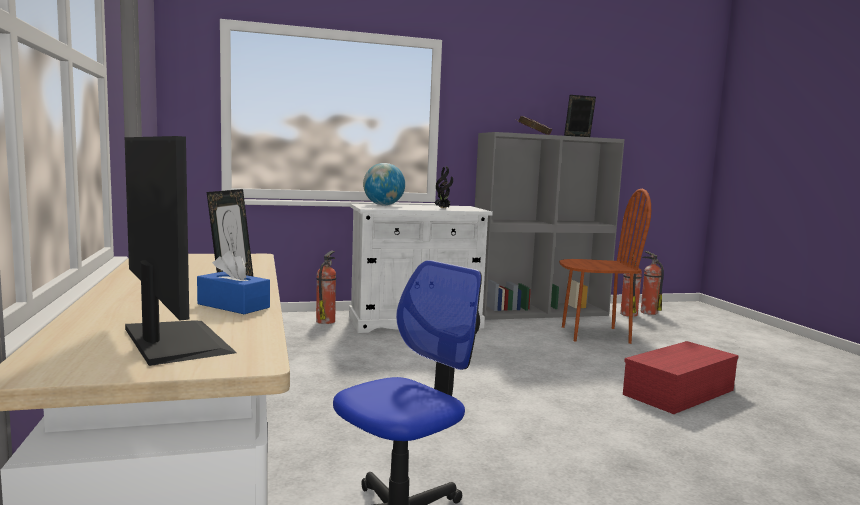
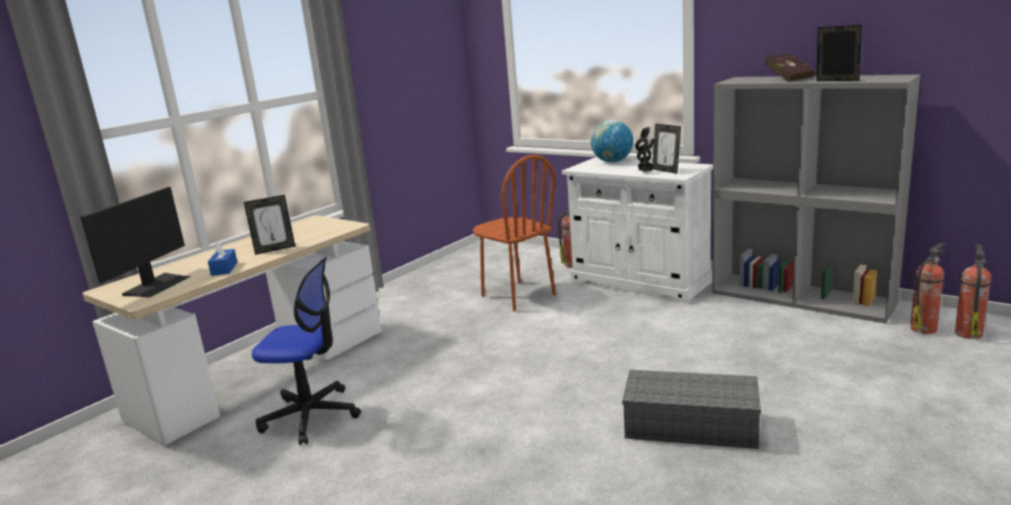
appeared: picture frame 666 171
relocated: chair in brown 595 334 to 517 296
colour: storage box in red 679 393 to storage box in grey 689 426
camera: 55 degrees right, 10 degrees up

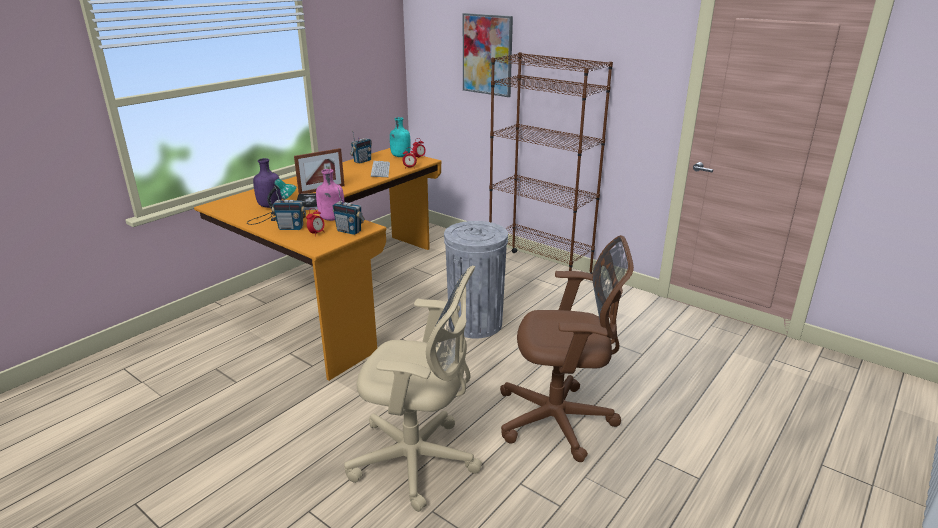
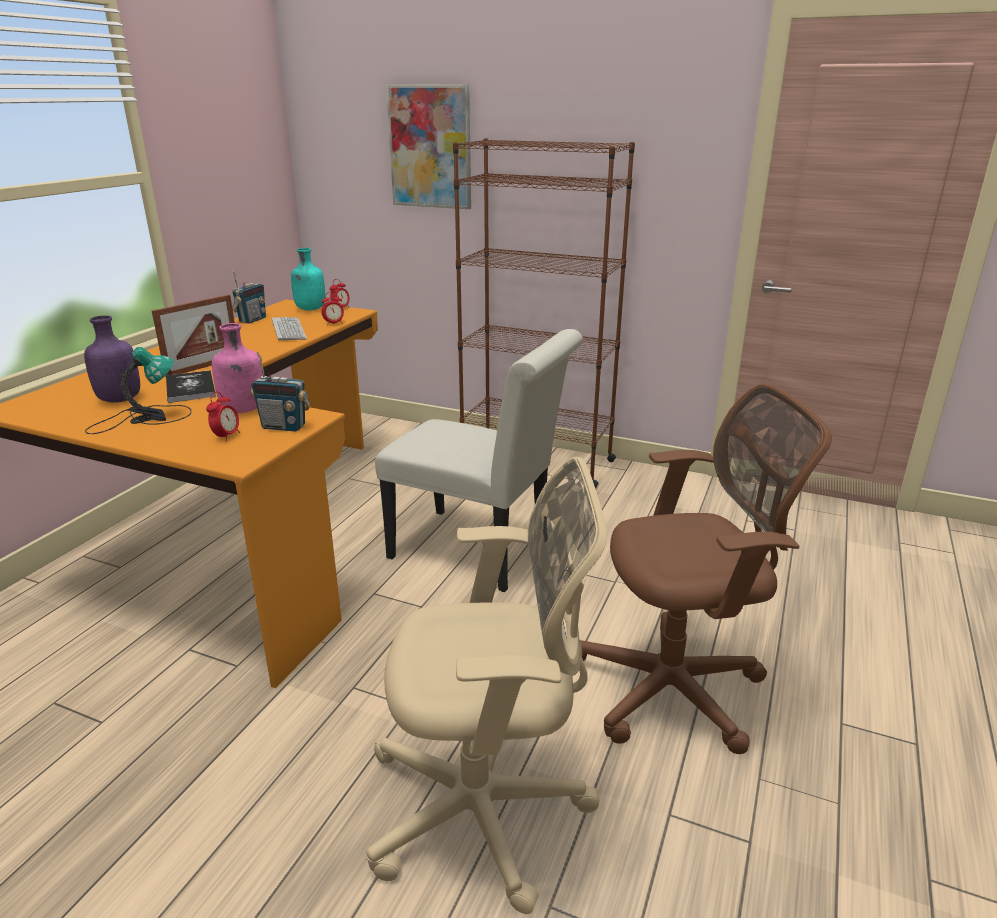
missing: radio 291 228
exchanged: trash can in grey 475 324 to chair in white 479 552
camera: 15 degrees left, 0 degrees up

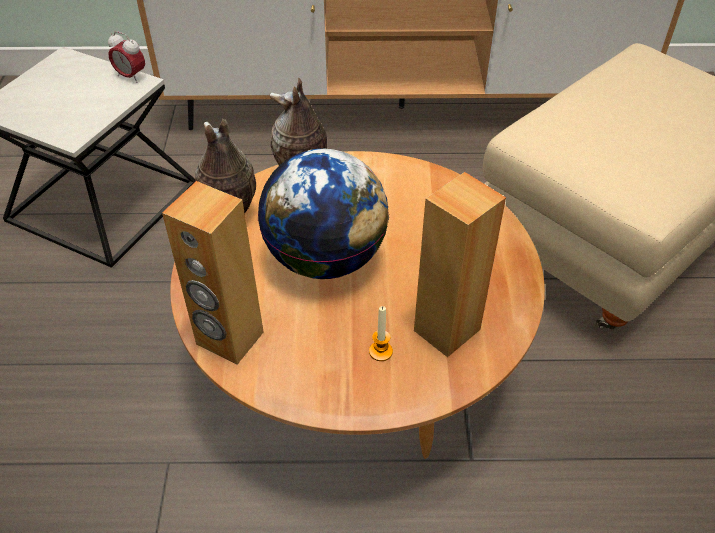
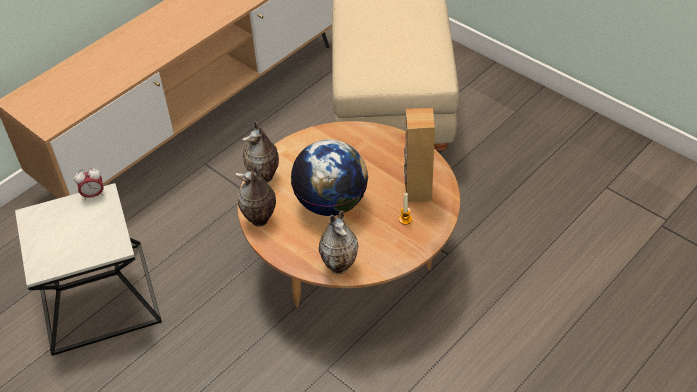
exchanged: speaker in brown 229 339 to vase 340 265
camera: 45 degrees left, 0 degrees up

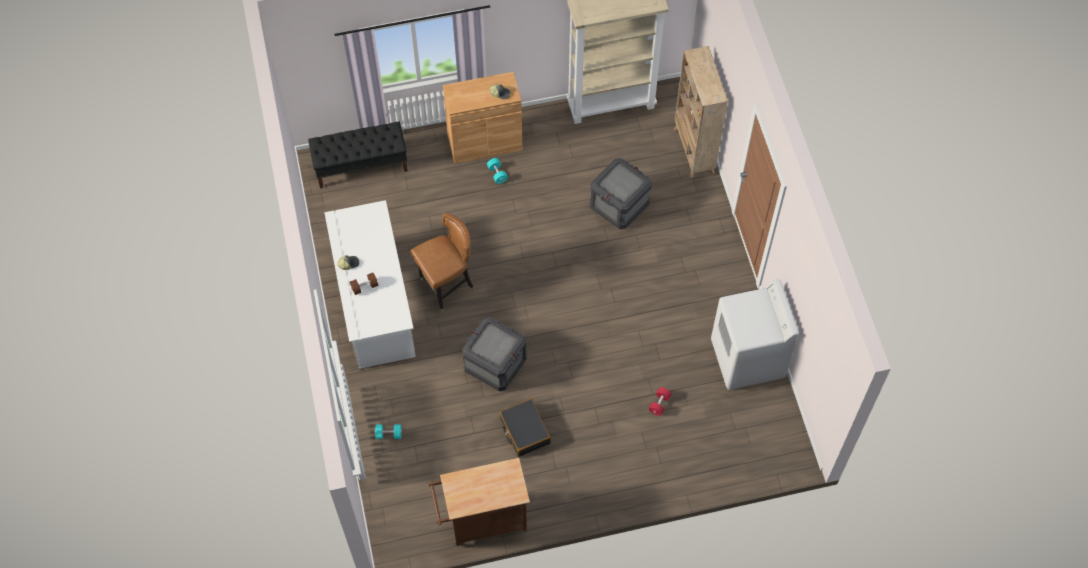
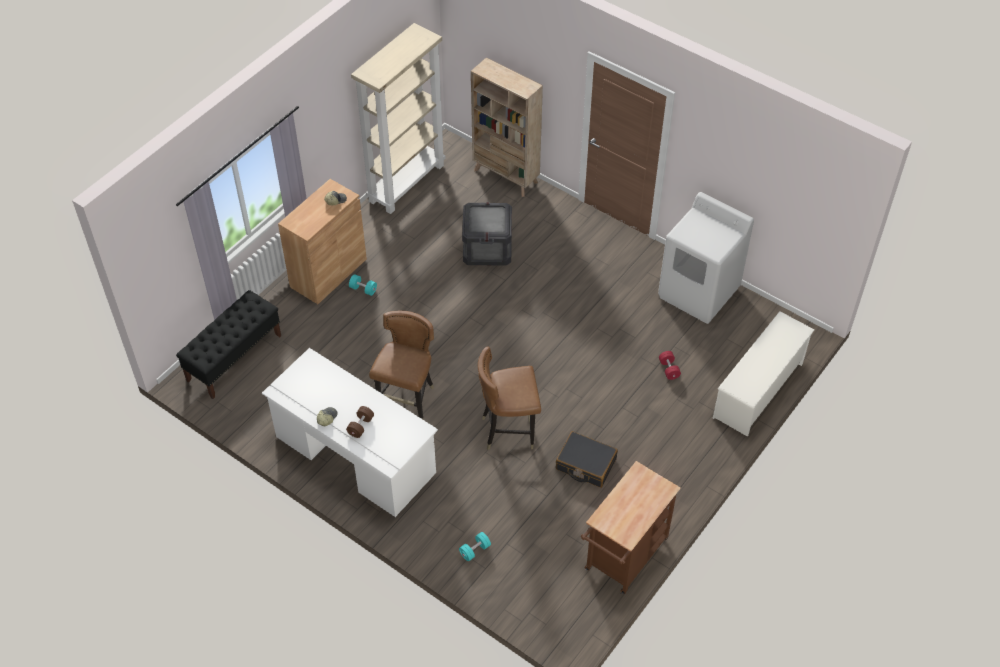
appeared: shoe rack in white 758 390
exchanged: crate 495 363 to chair in brown 508 430
camera: 40 degrees left, 10 degrees down

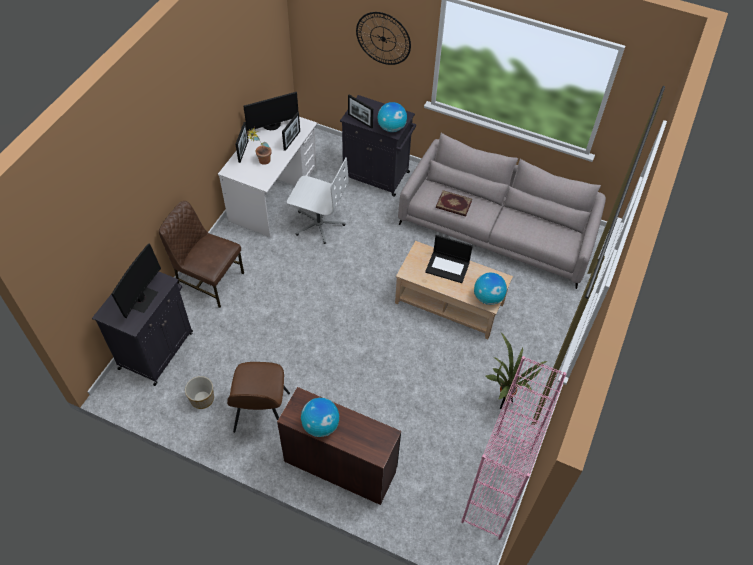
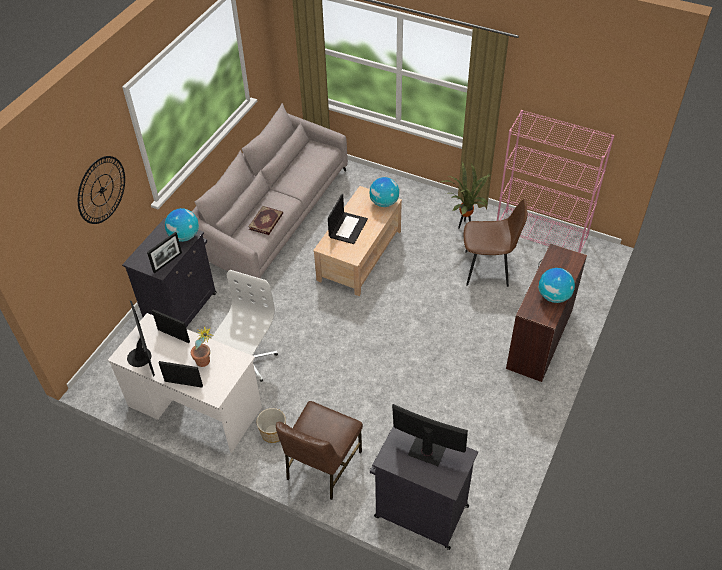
relocated: planter 202 398 to 273 433; chair in brown 261 414 to 488 269
camera: 85 degrees left, 5 degrees down

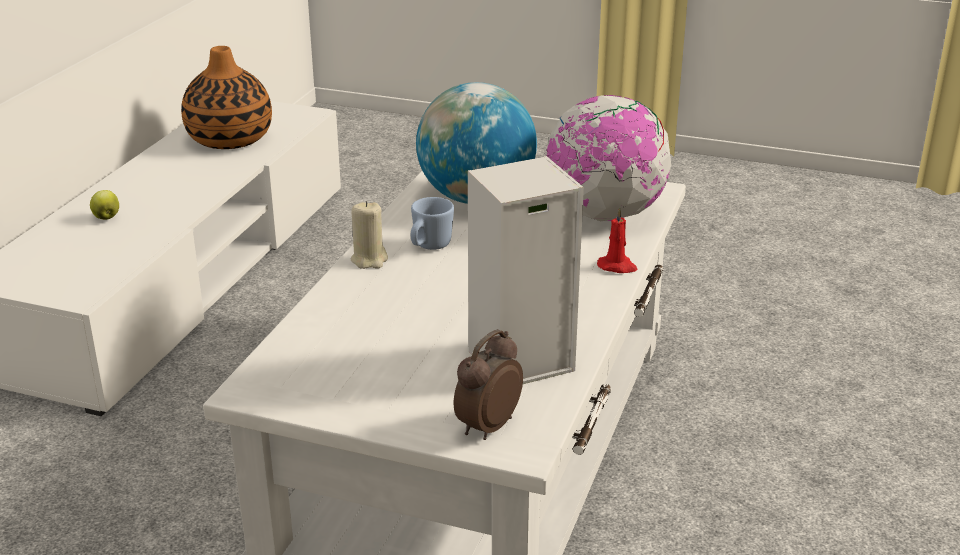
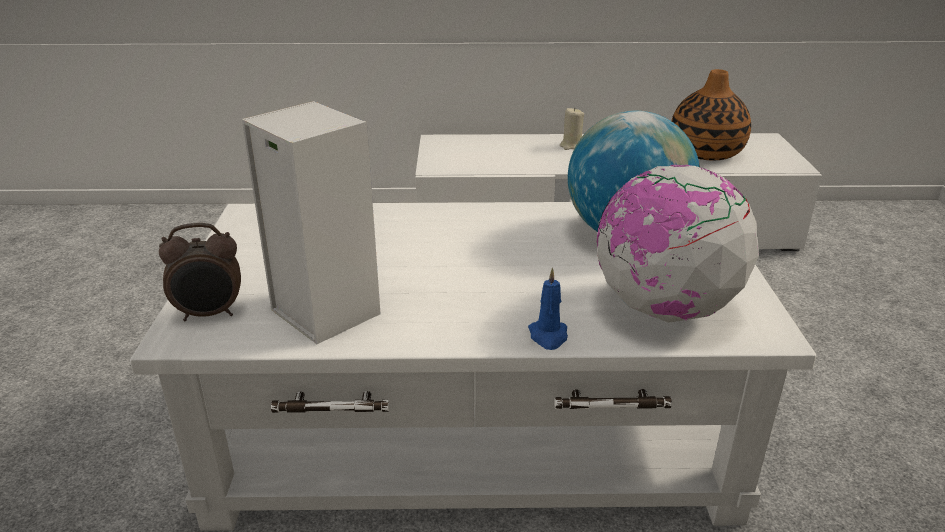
missing: apple 106 217; mug in blue 429 247
relocated: candle in beige 369 260 to 571 146
colour: candle in red 617 266 to candle in blue 548 336
spun: alarm clock 486 426 = 210 314 150 degrees clockwise
camera: 70 degrees right, 0 degrees up

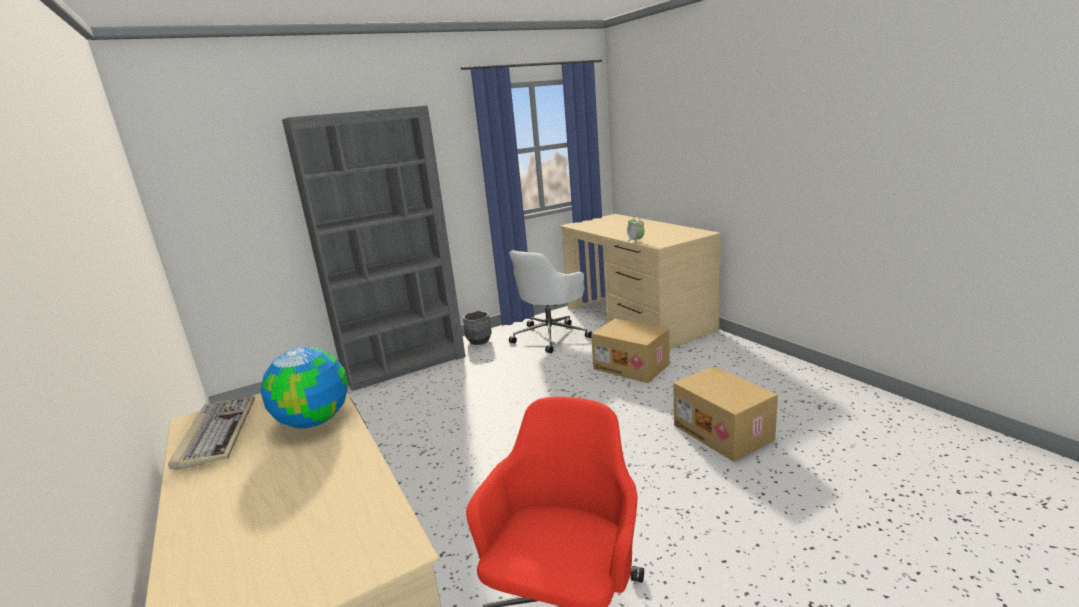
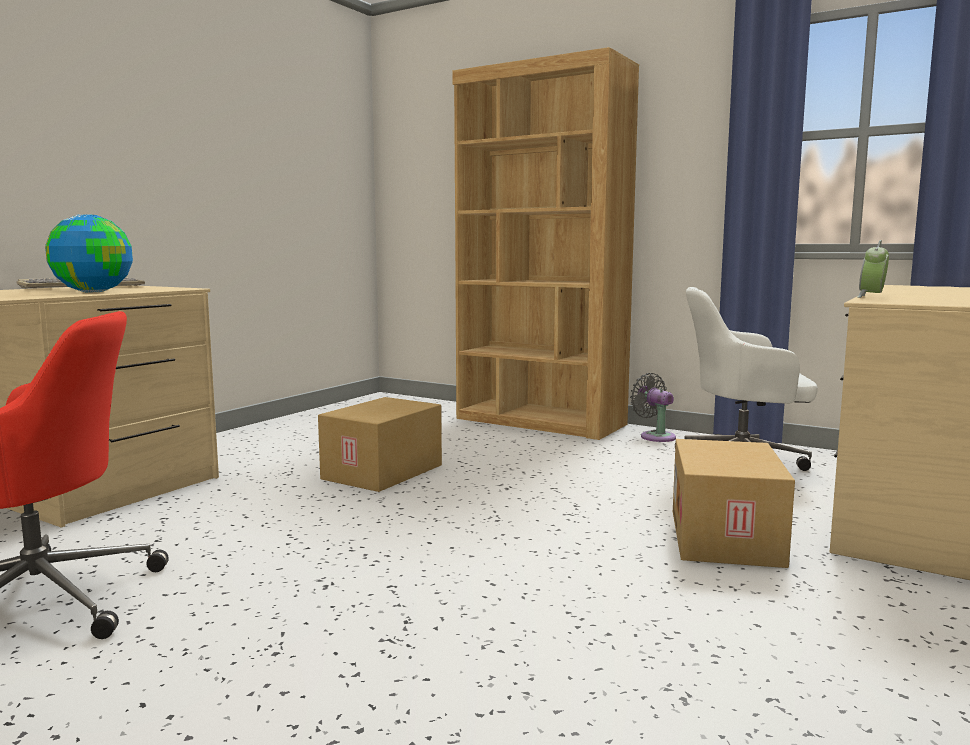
relocated: cardboard box 724 432 to 383 472
exchanged: planter in grey 479 341 to fan in grey 655 436
colour: bookcase in grey 404 364 to bookcase in brown 540 422
camera: 60 degrees right, 10 degrees down

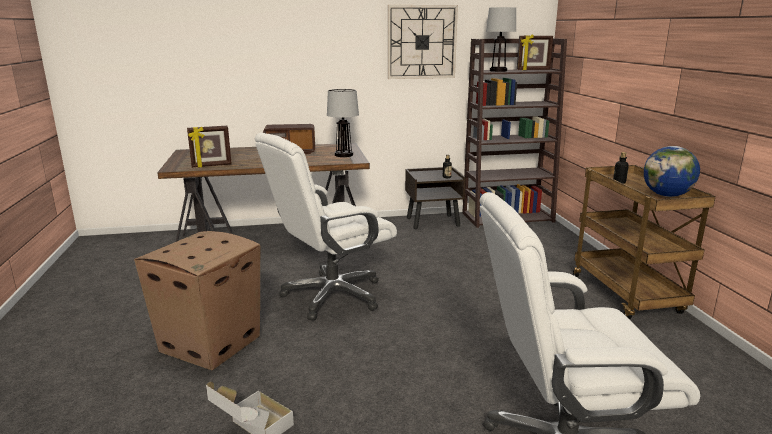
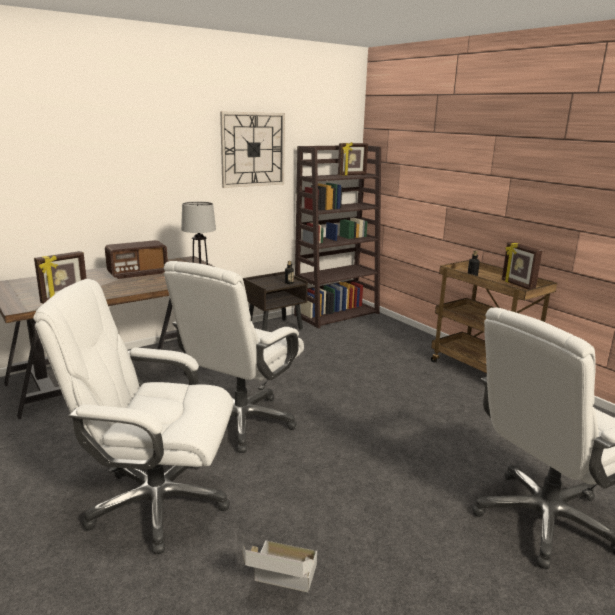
missing: table lamp 498 71
exchanged: cardboard box 211 343 to office chair in white 156 504; globe 666 195 to picture frame 517 285
camera: 25 degrees left, 0 degrees up

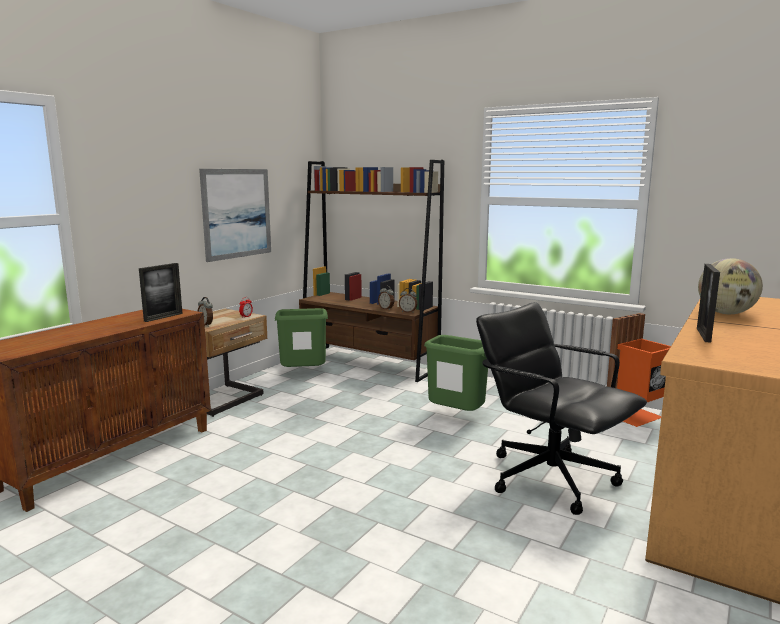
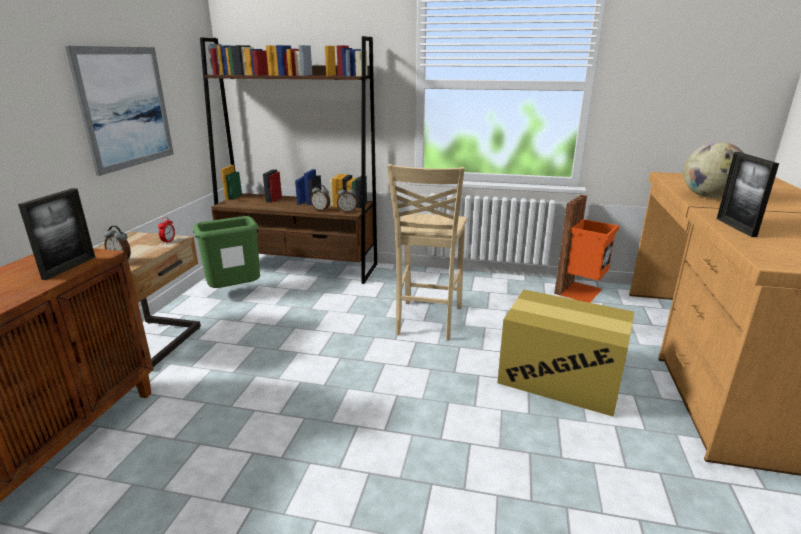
exchanged: trash can in green 455 417 to chair in beige 427 321; office chair in black 550 478 to cardboard box 559 378
camera: 20 degrees left, 10 degrees up

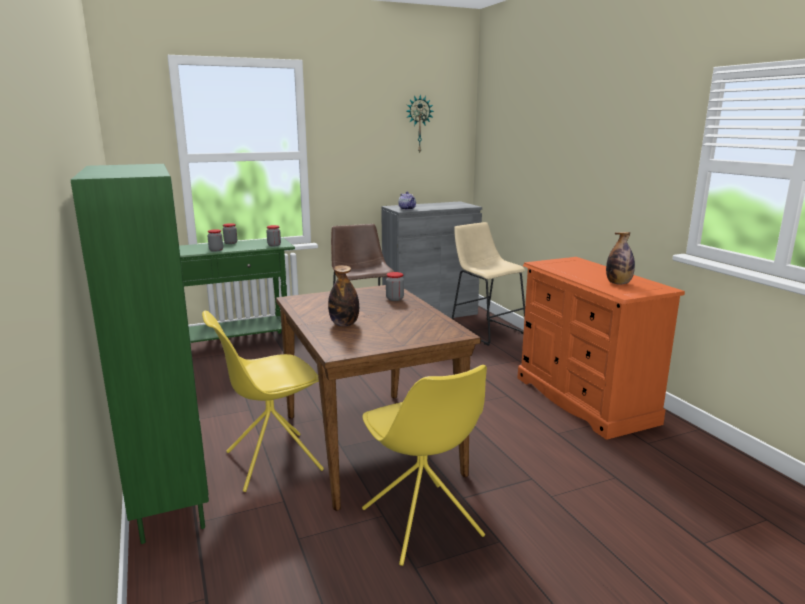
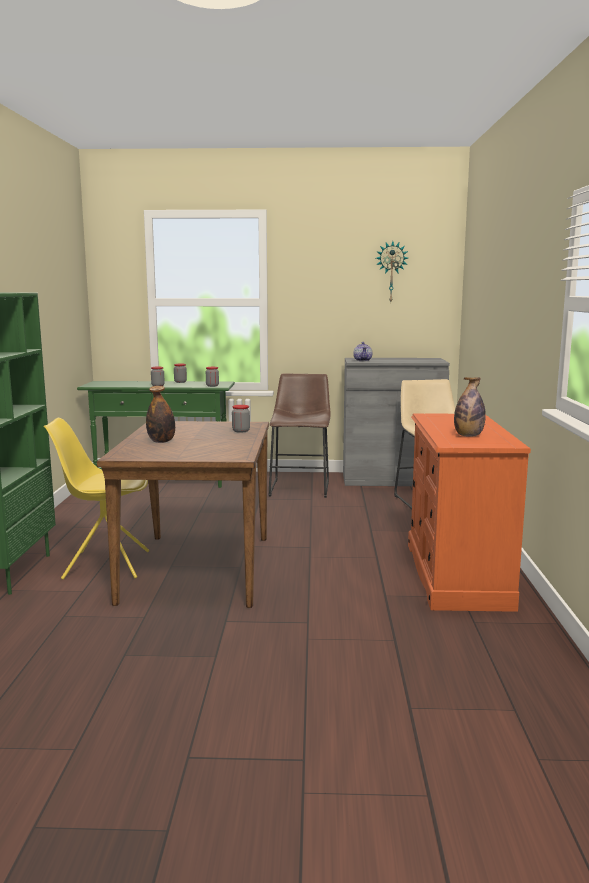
missing: chair in yellow 422 524
camera: 25 degrees right, 5 degrees down

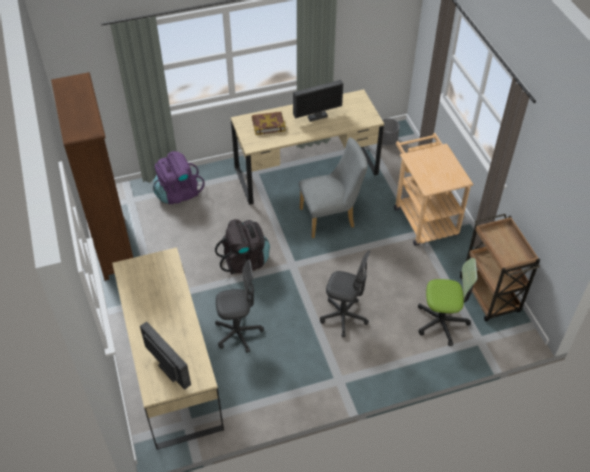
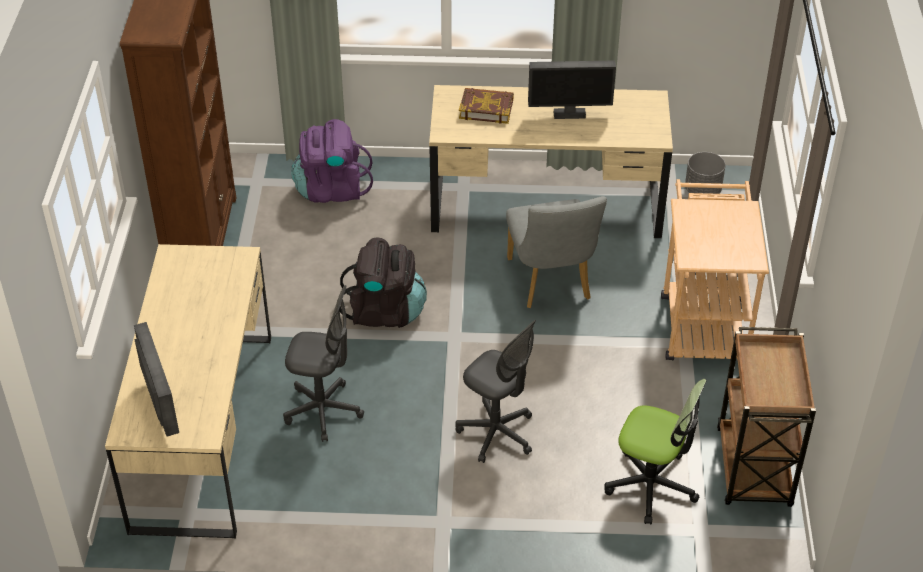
spun: chair in grey 331 217 = 551 283 75 degrees clockwise
camera: 20 degrees right, 5 degrees down

